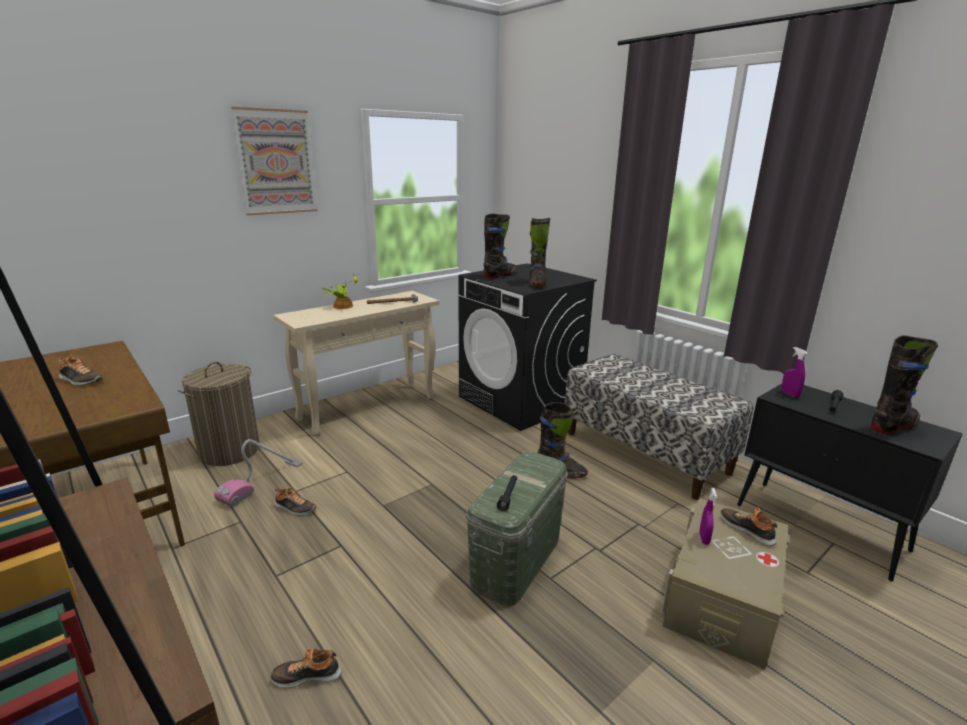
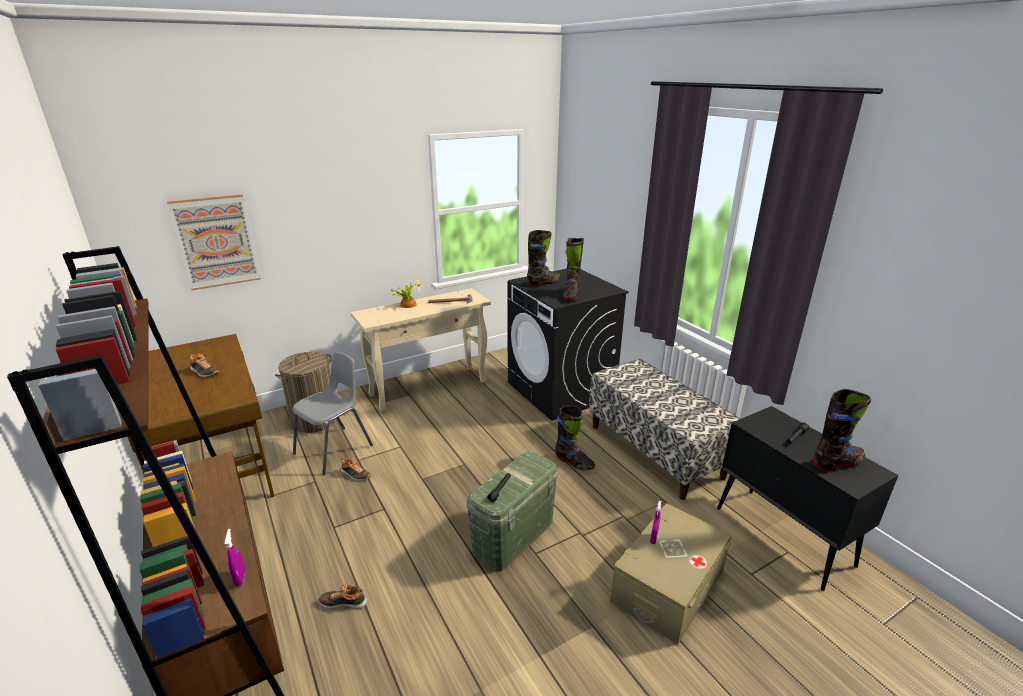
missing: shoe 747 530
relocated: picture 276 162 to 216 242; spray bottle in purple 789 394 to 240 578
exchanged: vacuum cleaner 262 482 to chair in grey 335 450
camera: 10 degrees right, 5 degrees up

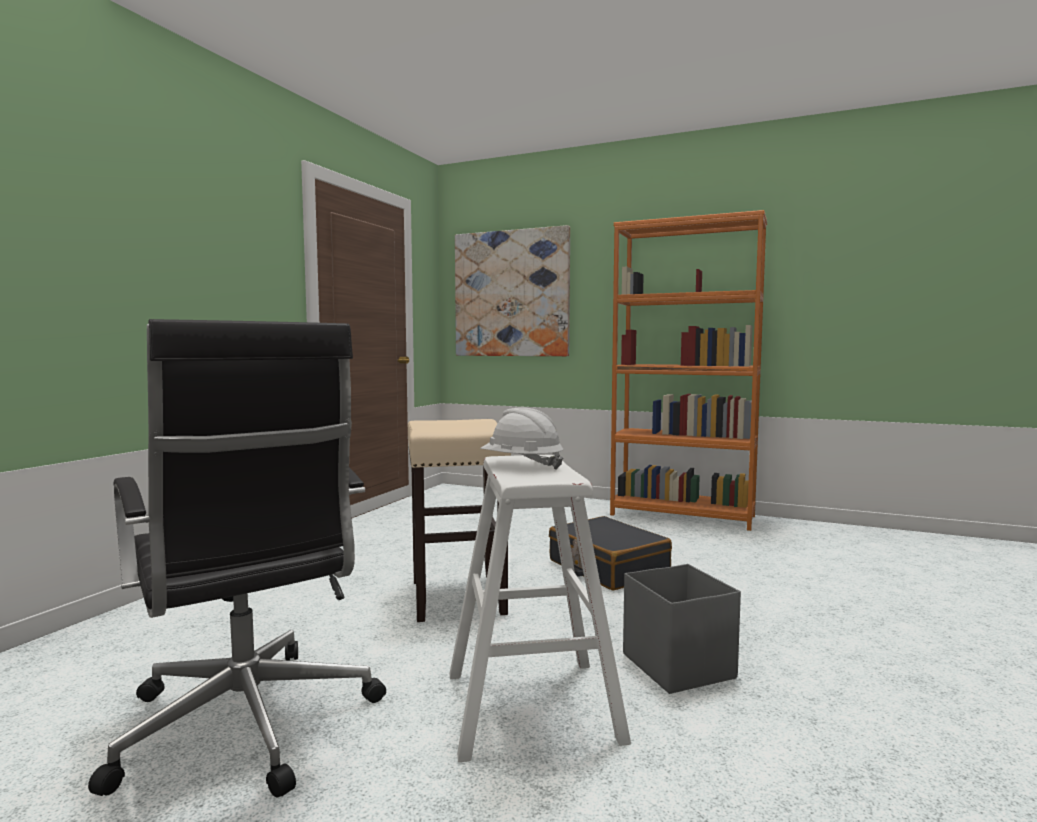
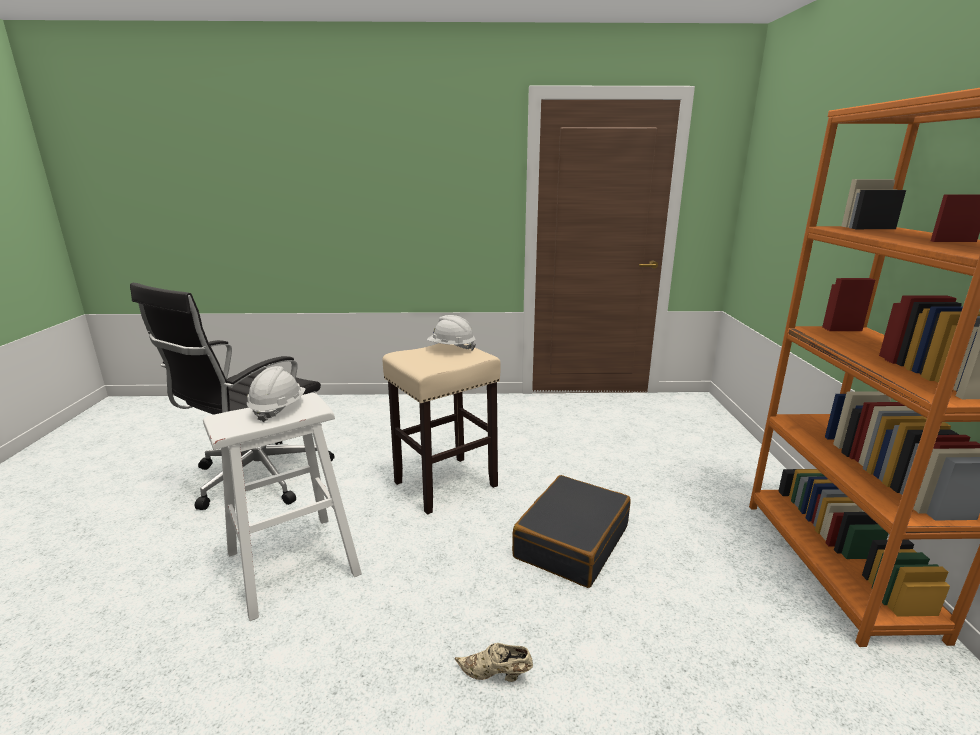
missing: picture 511 294; storage box in grey 677 665
appeared: hard hat in white 451 348; shoe in beige 496 674
camera: 65 degrees right, 15 degrees up

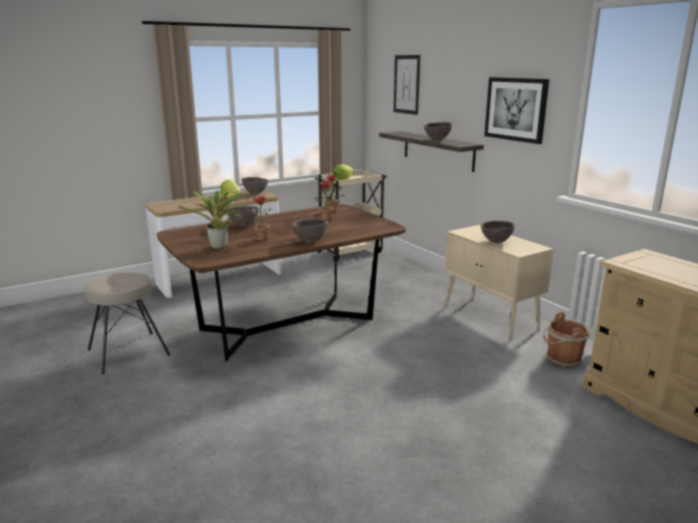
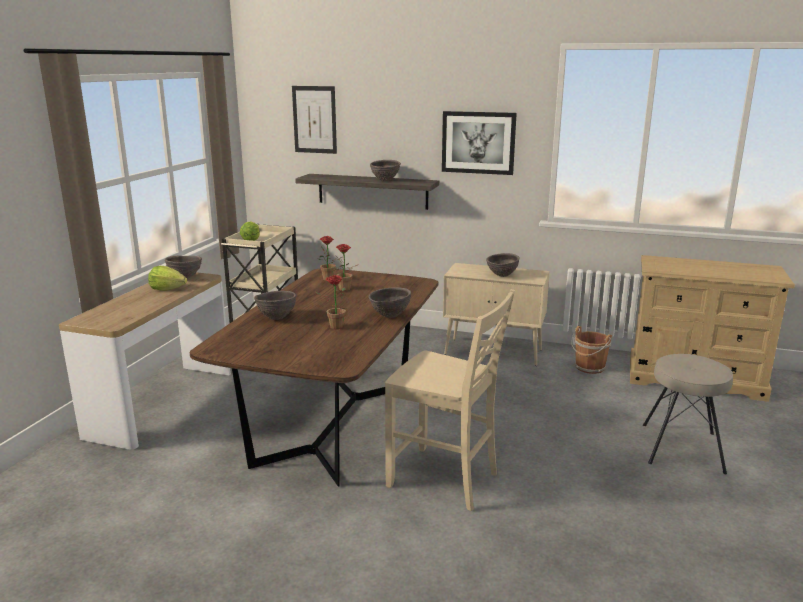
missing: potted plant 219 247
appeared: chair in beige 445 480
relocated: stool in beige 128 352 to 681 448
camera: 40 degrees left, 0 degrees up

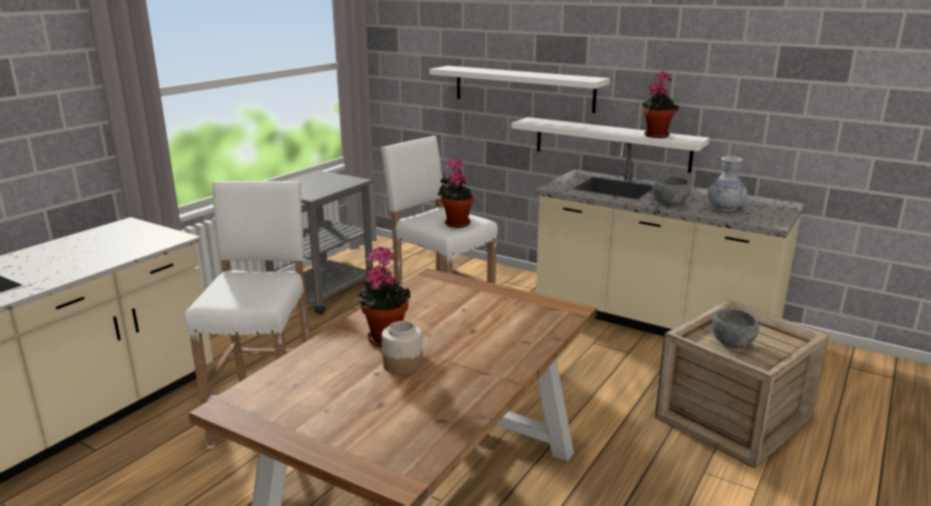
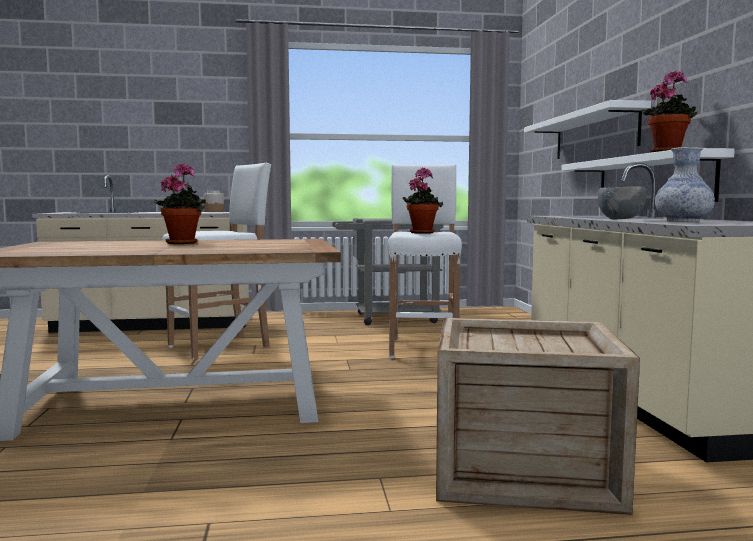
missing: bowl in grey 732 344
relocated: jar 402 365 to 214 211
camera: 50 degrees right, 15 degrees down

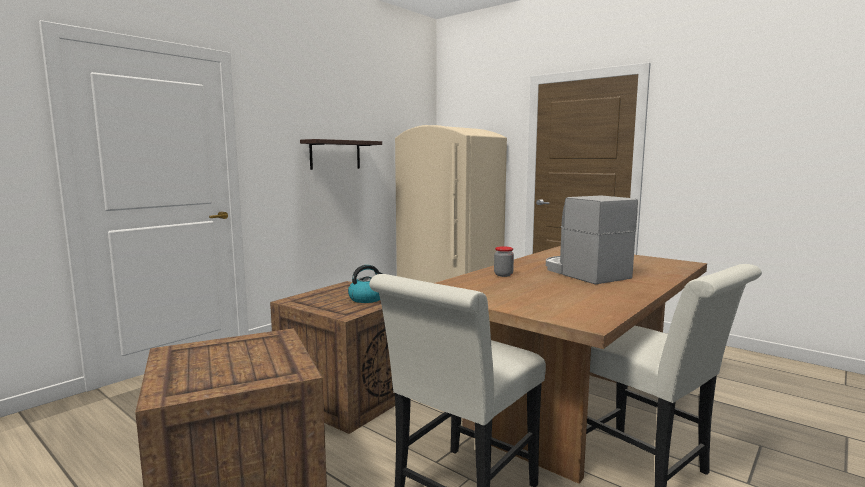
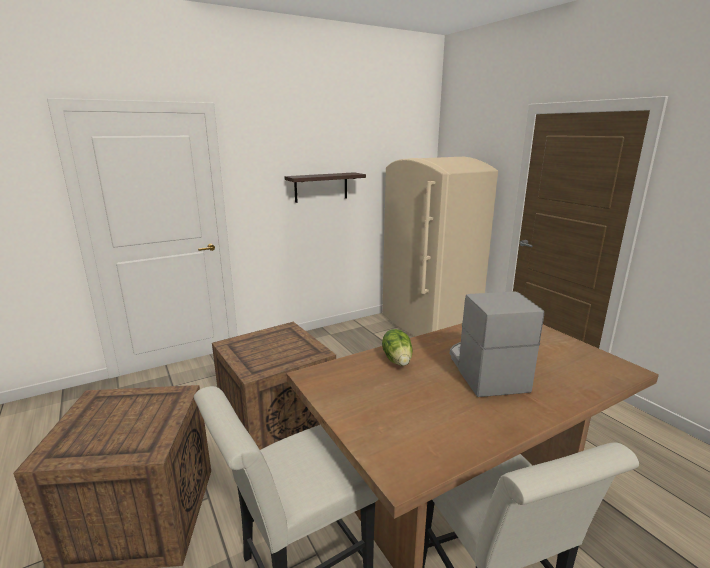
missing: kettle 367 298
exchanged: jar 503 275 to lettuce 398 360
camera: 20 degrees right, 10 degrees up

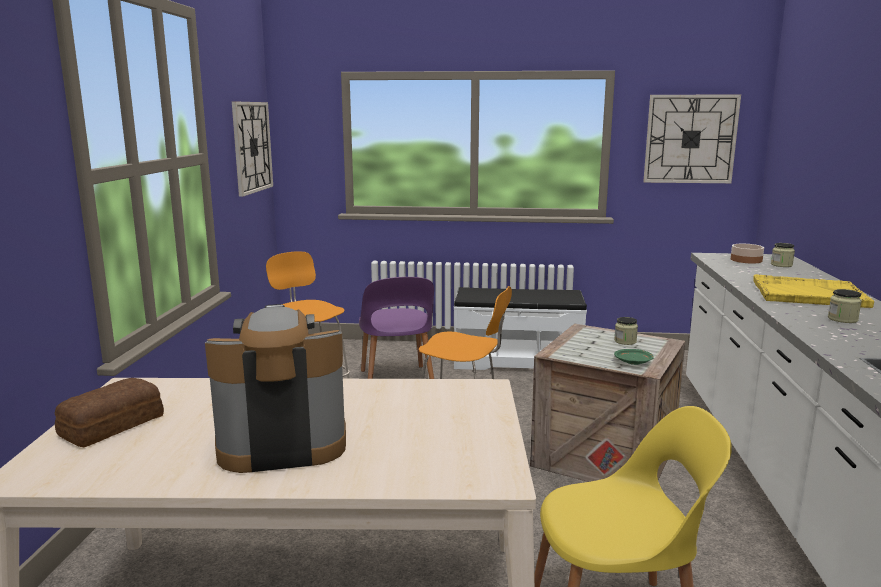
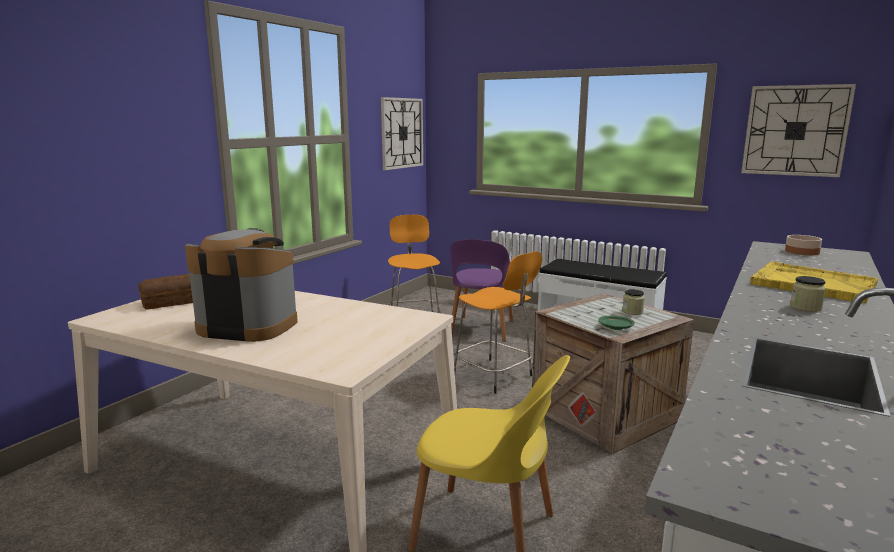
missing: jar 781 265
camera: 25 degrees right, 0 degrees up

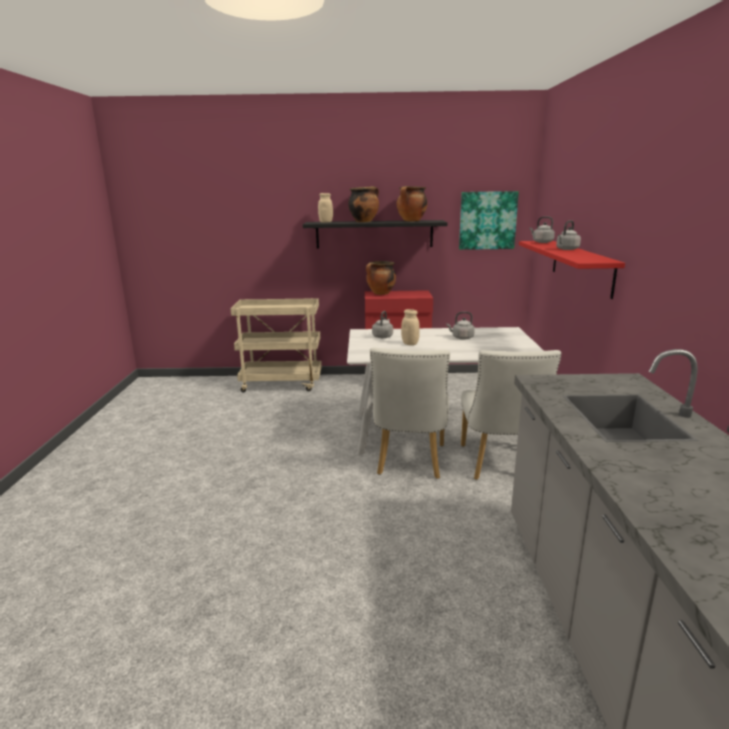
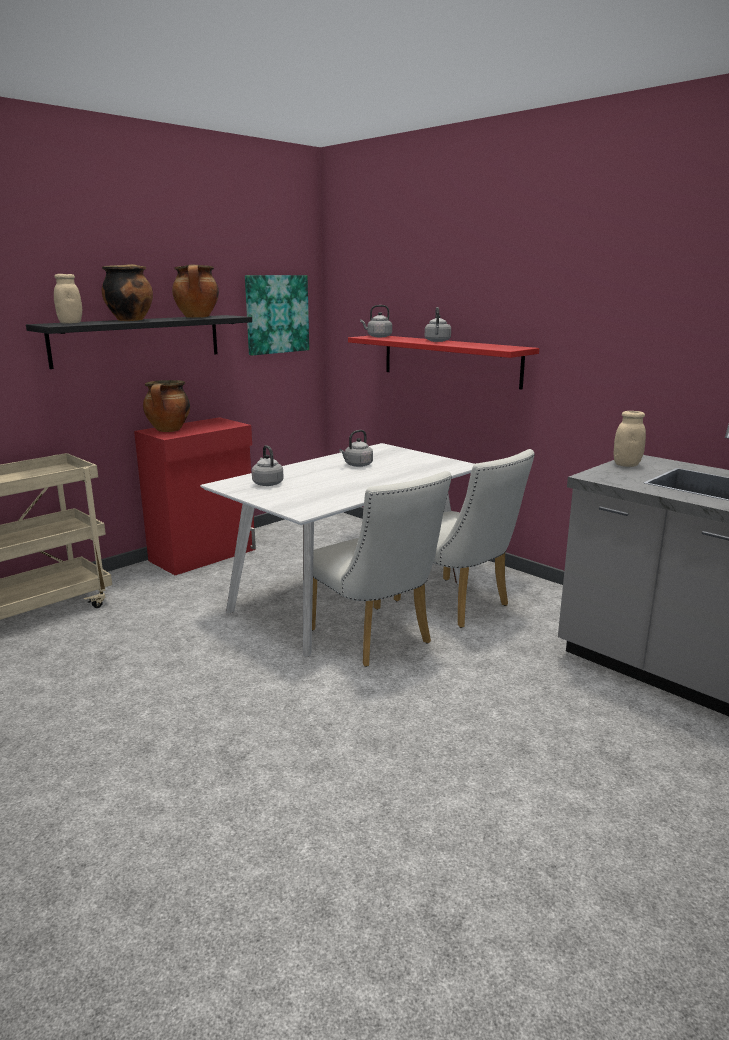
relocated: jar in beige 410 343 to 626 465
camera: 45 degrees left, 0 degrees up

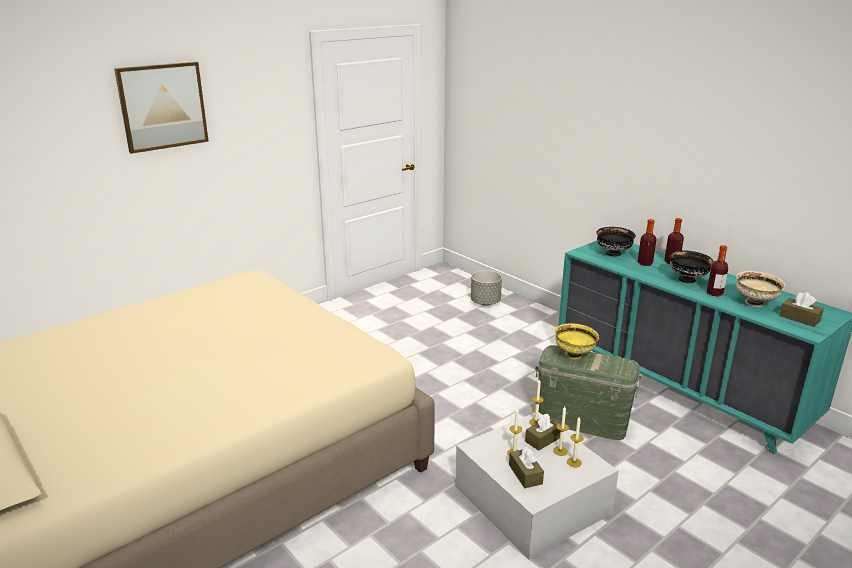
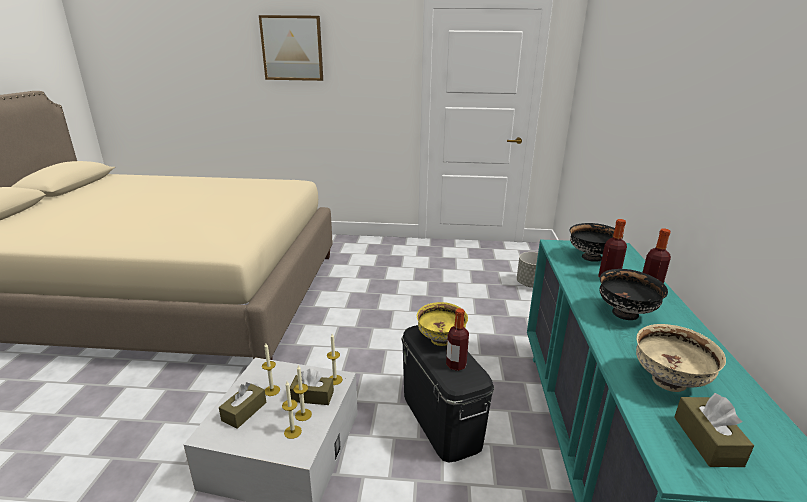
relocated: bottle 714 293 to 456 365
colour: storage box in green 582 420 to storage box in black 441 419
camera: 45 degrees right, 0 degrees up

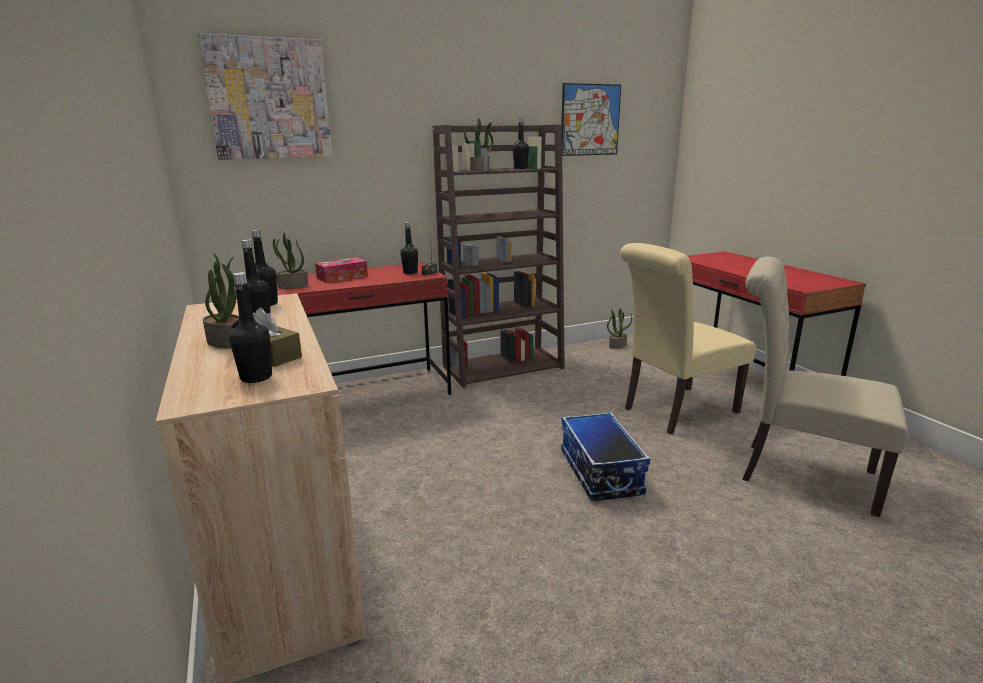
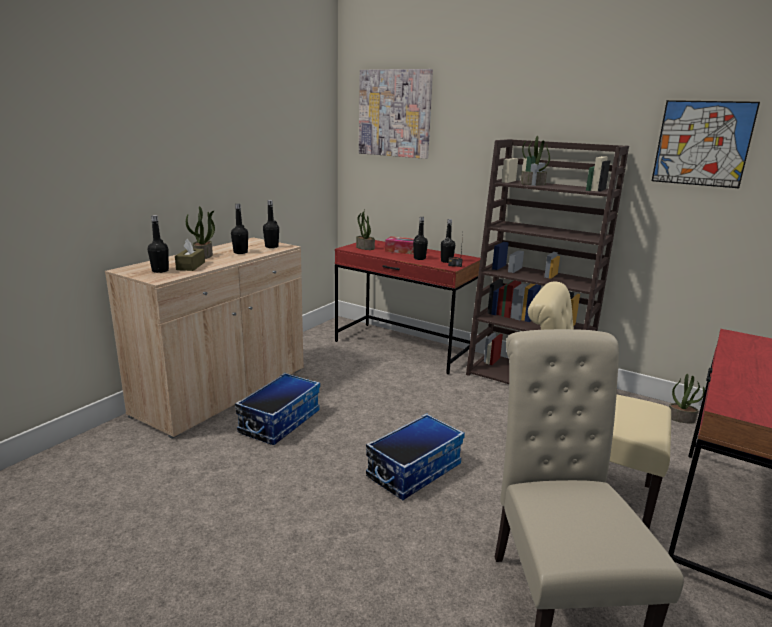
appeared: storage box 279 421
relocated: bottle in black 520 168 to 419 258
camera: 55 degrees right, 0 degrees up

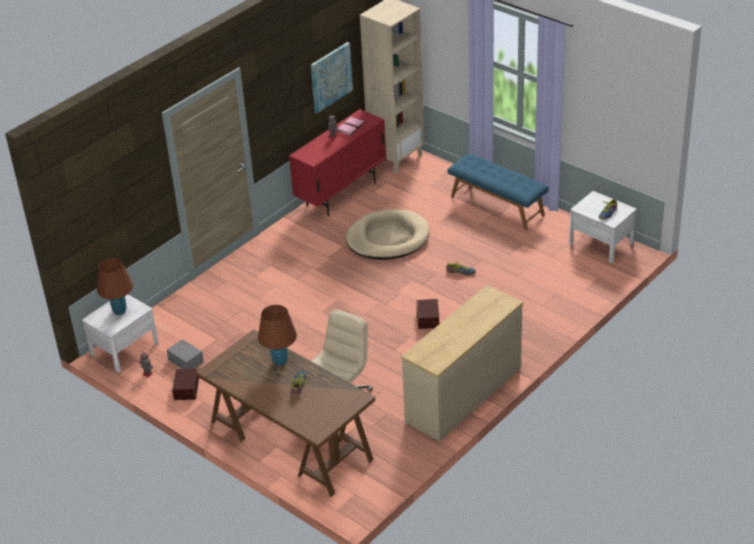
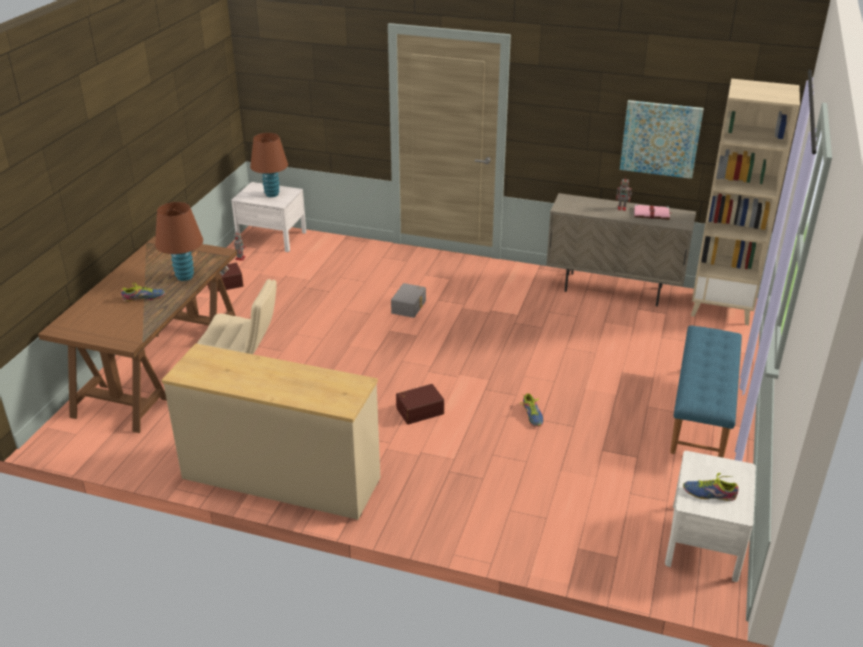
missing: dog bed in beige 388 238
relocated: storage box in grey 186 360 to 409 307
colour: cabinet in red 341 194 to cabinet in beige 613 289
camera: 65 degrees right, 5 degrees down

